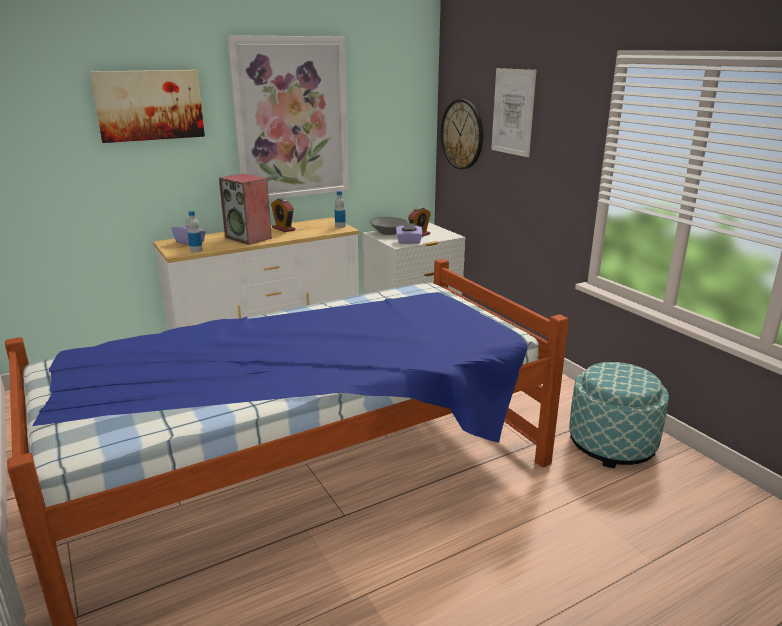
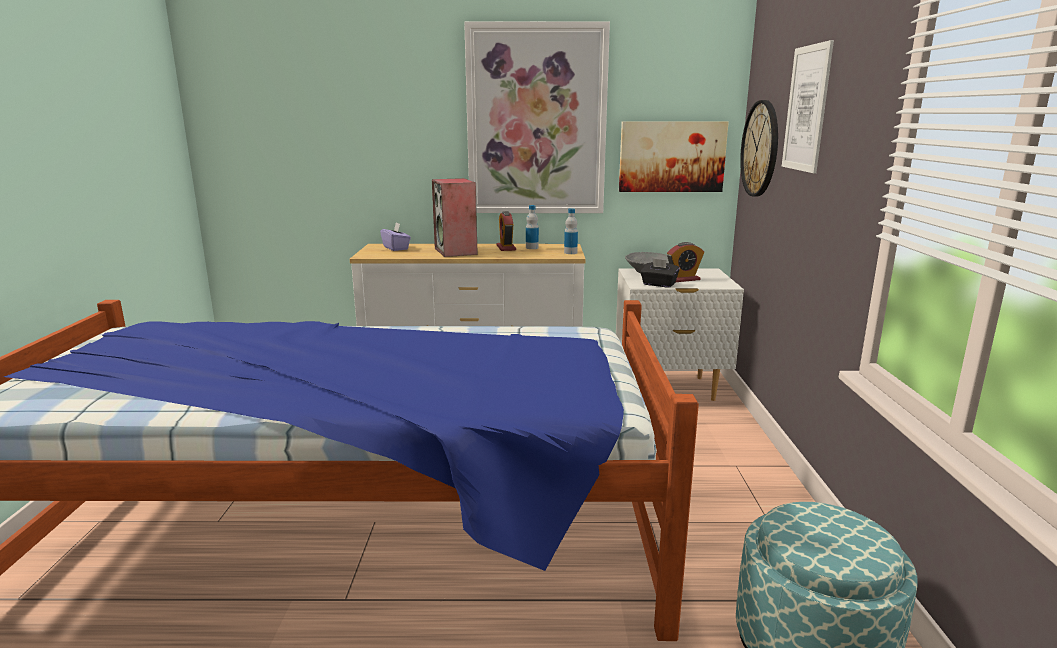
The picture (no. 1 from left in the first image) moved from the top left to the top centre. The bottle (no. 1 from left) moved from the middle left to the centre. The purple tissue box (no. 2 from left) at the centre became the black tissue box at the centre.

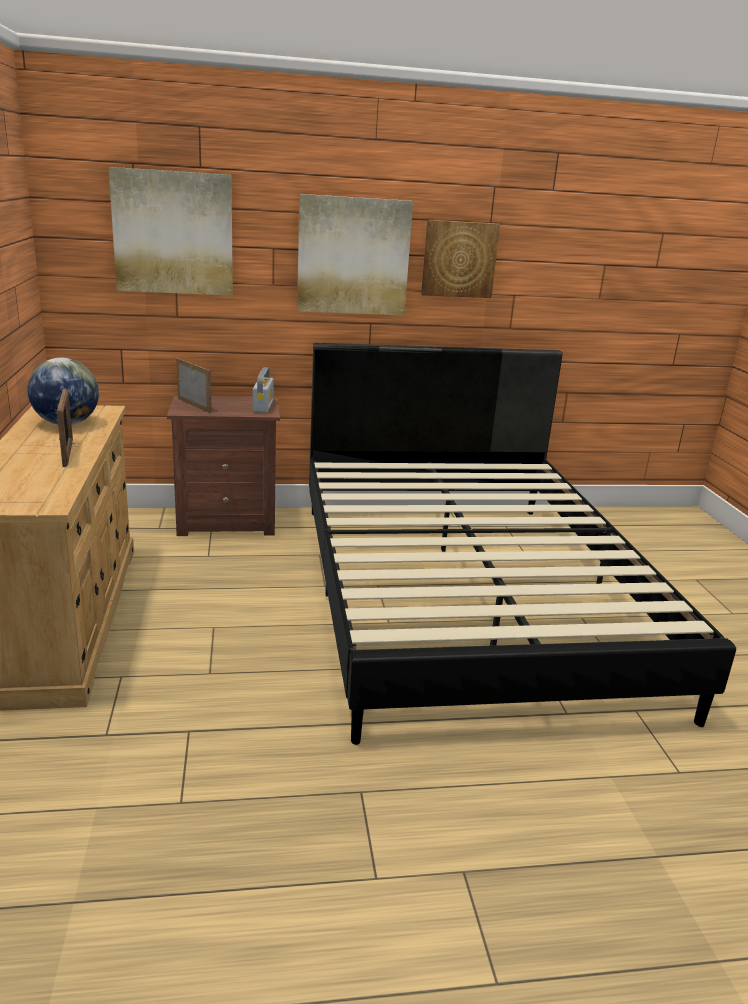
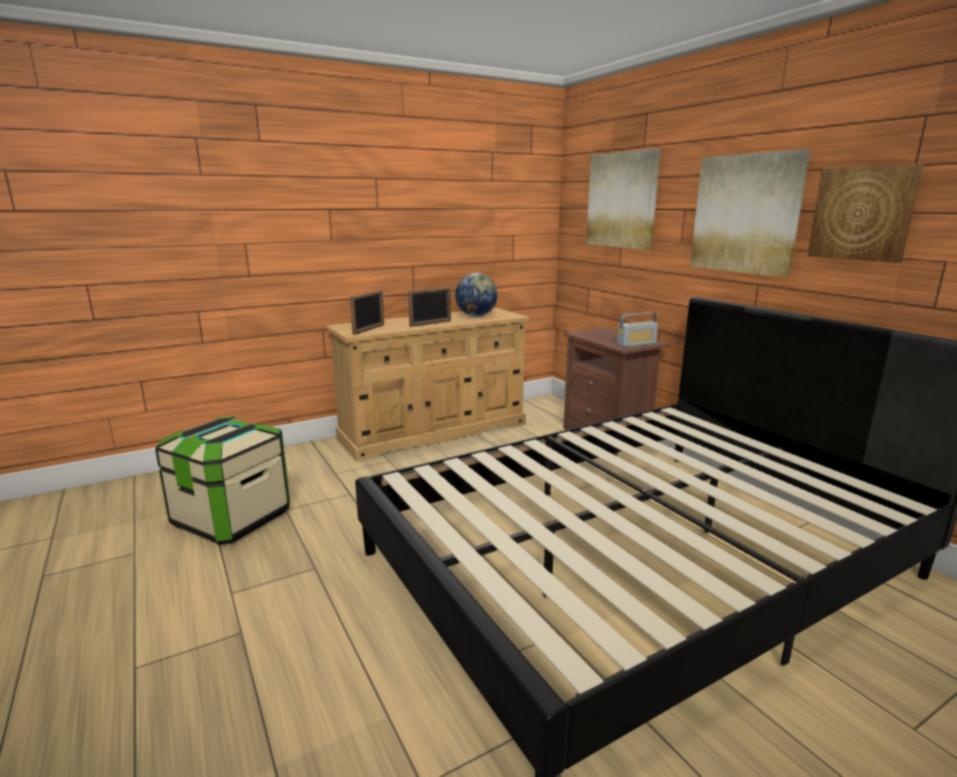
The storage box at the middle left appeared. The picture frame (no. 2 from left in the first image) moved from the middle left to the centre.

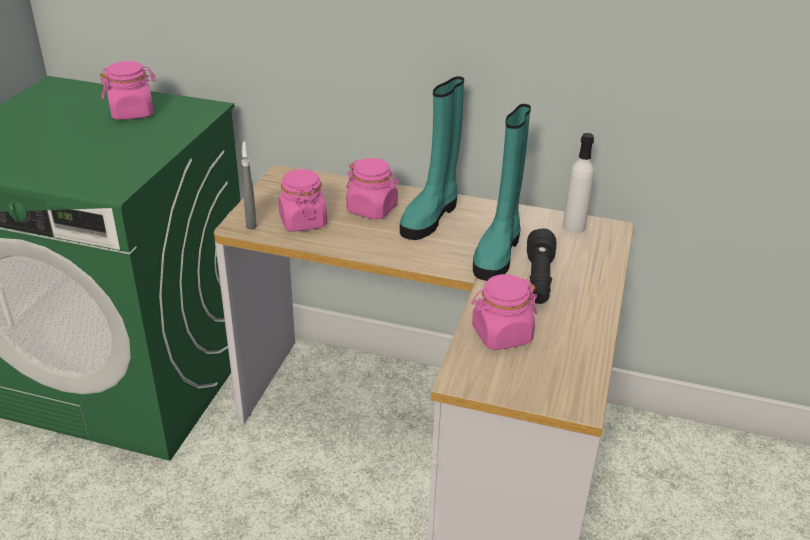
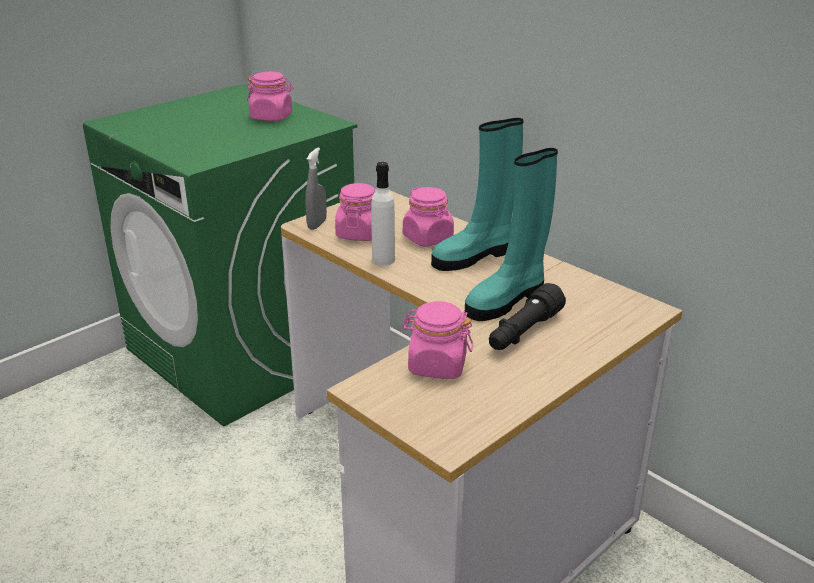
The white bottle moved from the middle right to the centre.

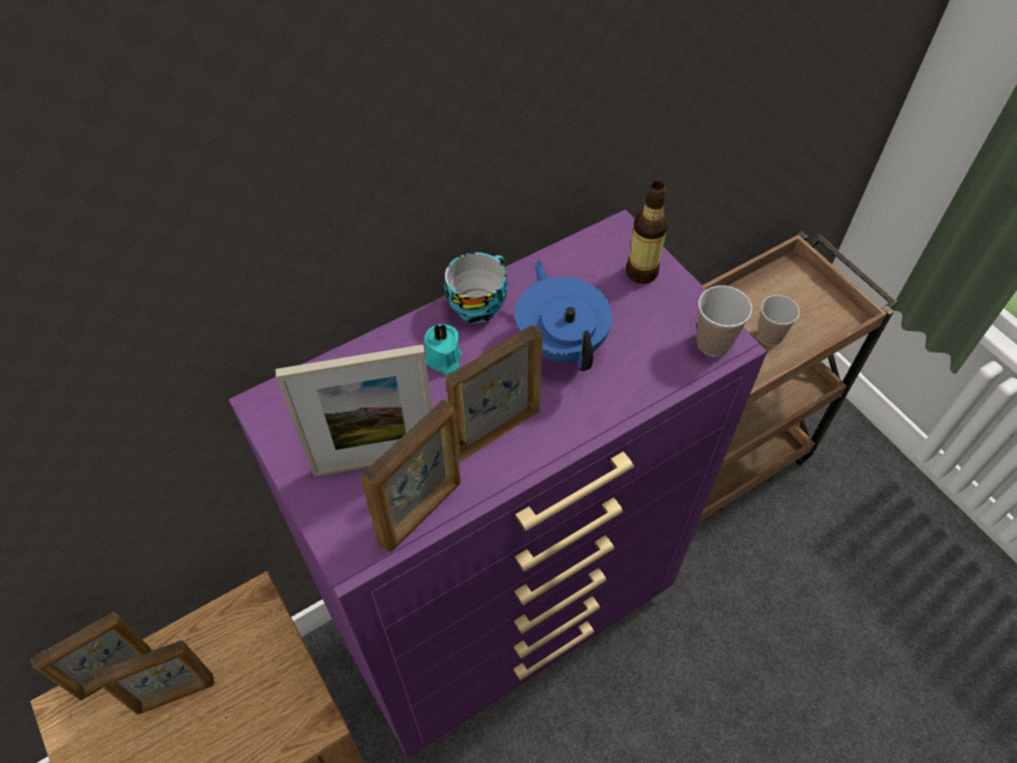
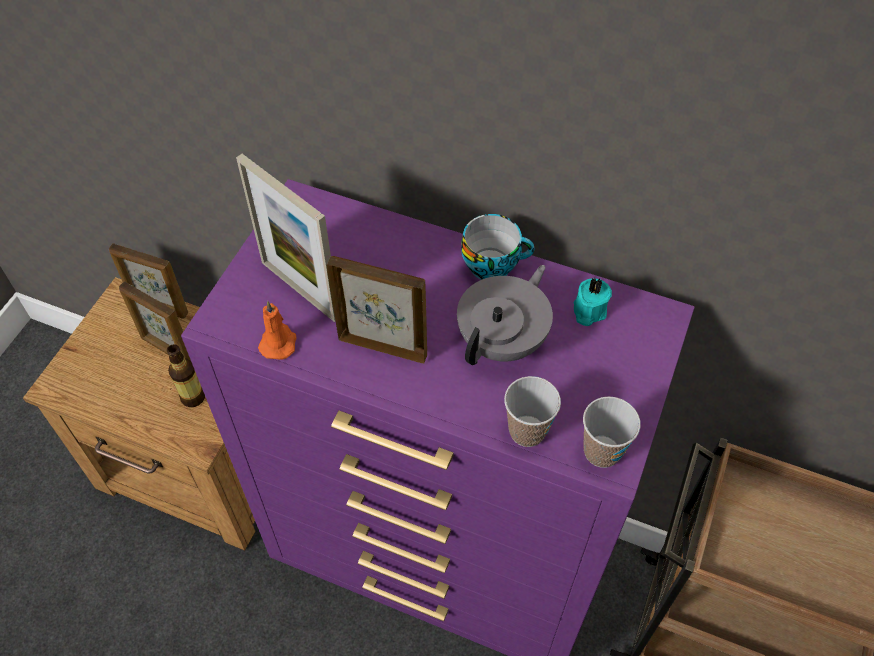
The turquoise candle moved from the centre to the middle right. The bottle moved from the top centre to the middle left. The cup (no. 3 from left in the first image) moved from the middle right to the centre. The picture frame (no. 4 from left) at the centre was replaced by the orange candle at the middle left. The blue teapot at the centre became the grey teapot at the centre.

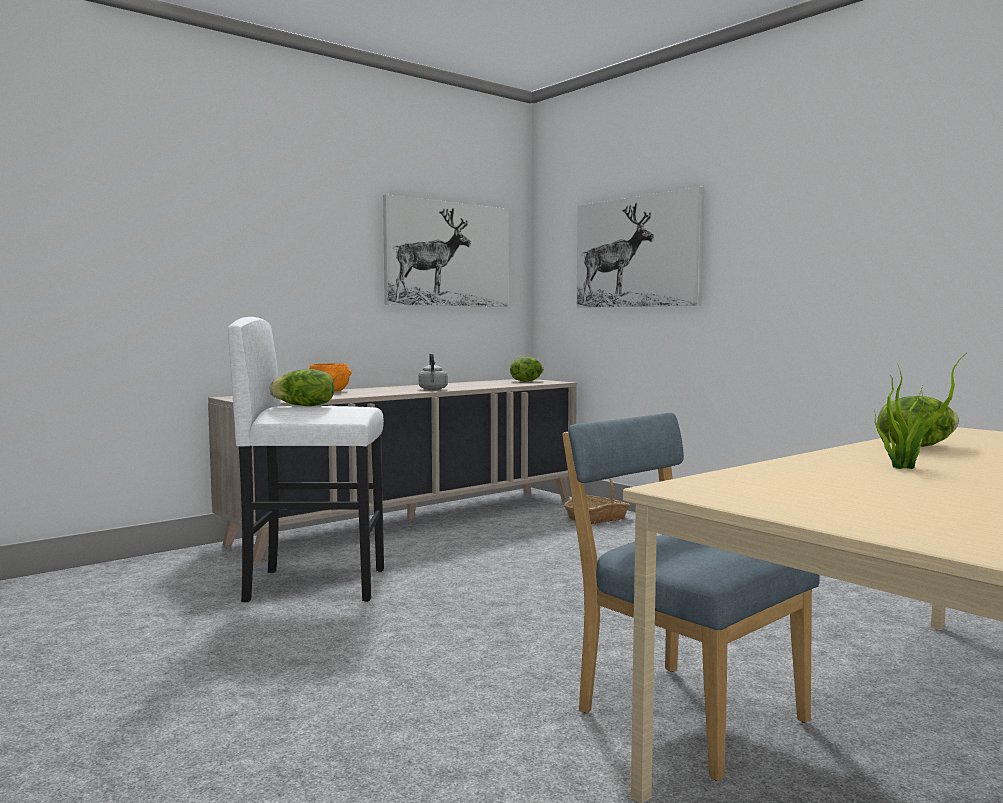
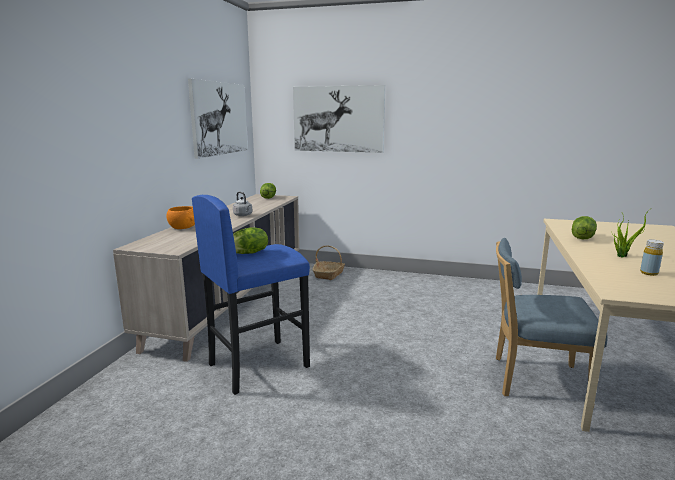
The yellow bottle at the middle right appeared. The white stool at the middle left became the blue stool at the centre.

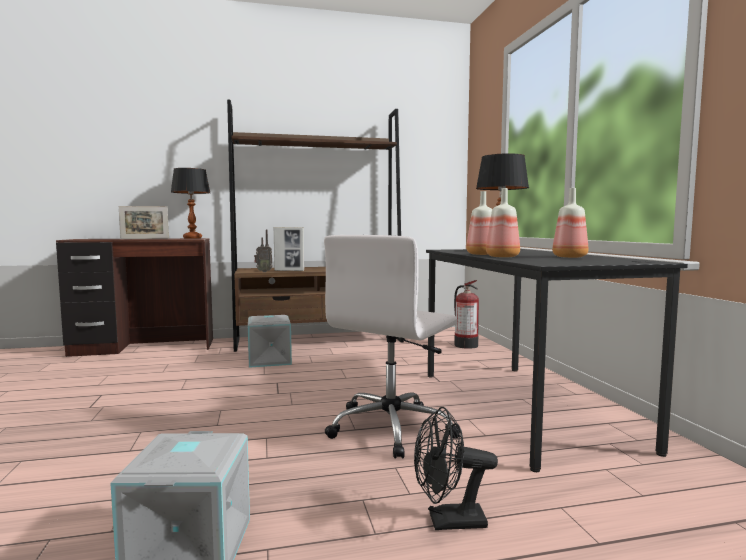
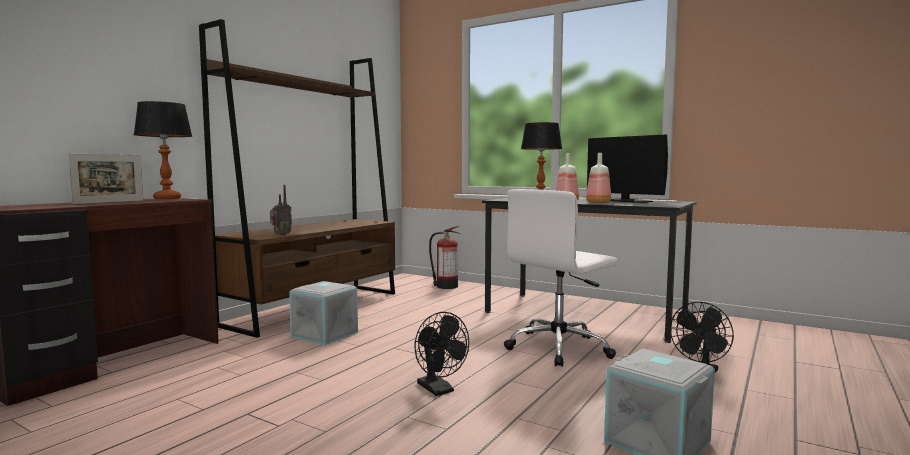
The picture frame (no. 2 from left) at the centre disappeared. The black fan (no. 1 from left) at the bottom centre appeared. The bottle (no. 3 from left) at the middle right was replaced by the monitor at the middle right. The white office chair at the centre turned 60 degrees clockwise.

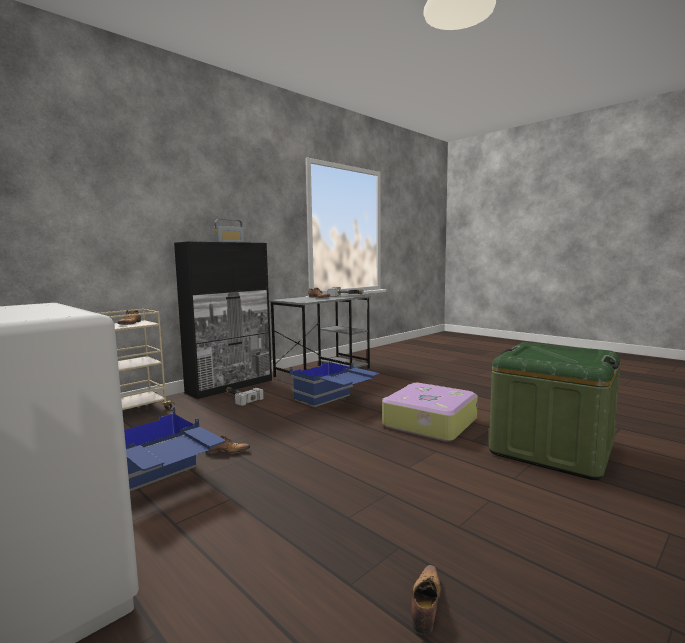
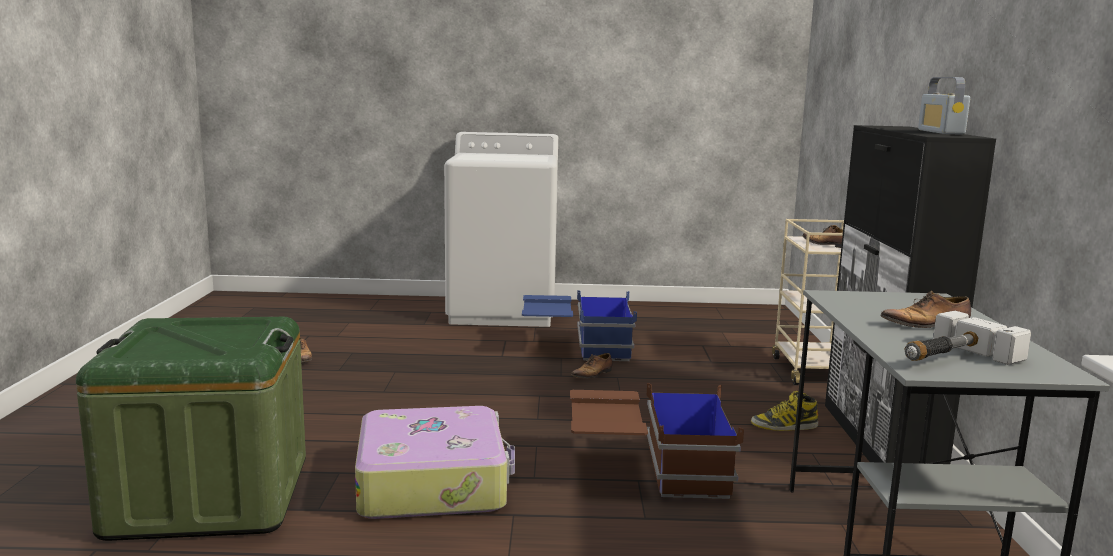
The hammer (no. 1 from left) at the centre was replaced by the boot at the bottom right. The blue storage box (no. 2 from left) at the centre became the brown storage box at the bottom centre.

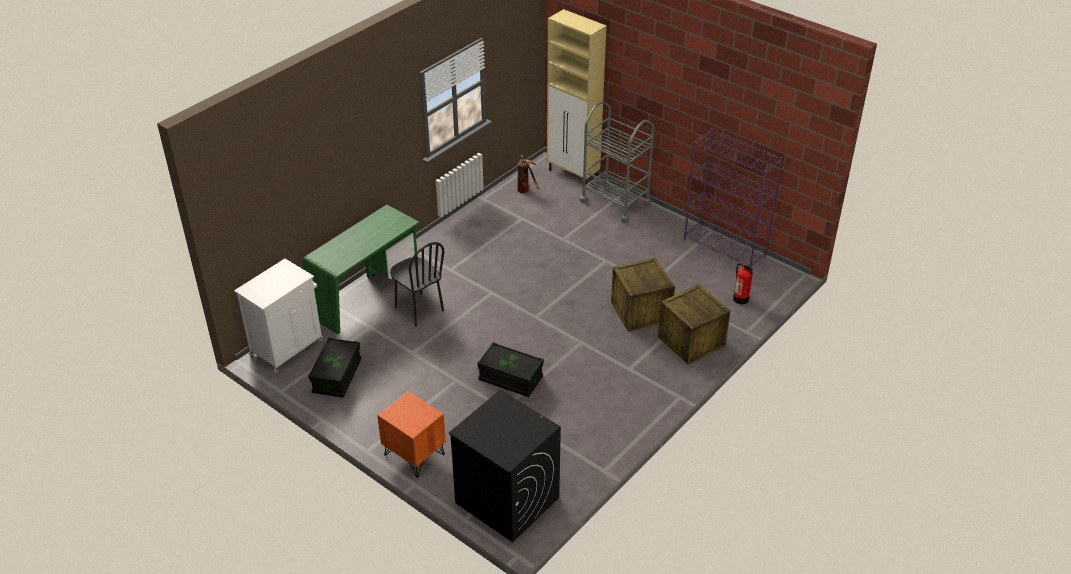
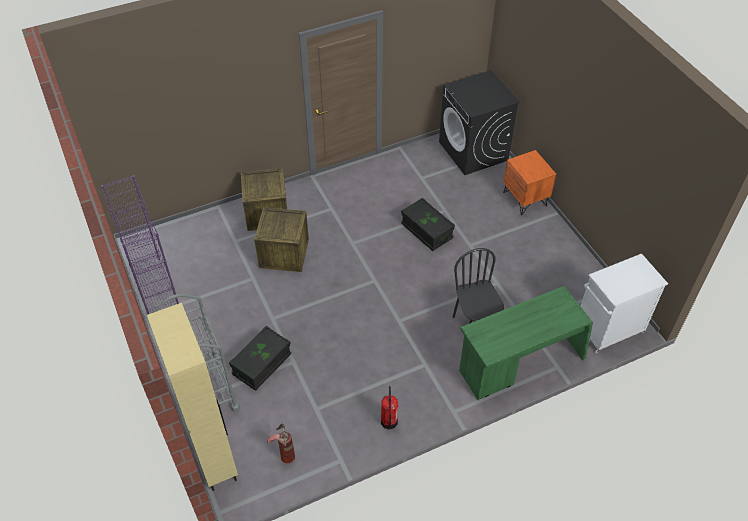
The black storage box (no. 1 from left) moved from the middle left to the bottom centre. The fire extinguisher (no. 2 from left) moved from the middle right to the bottom centre.

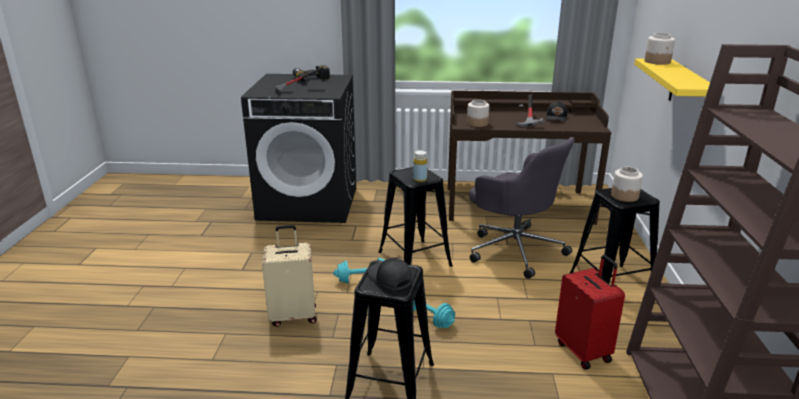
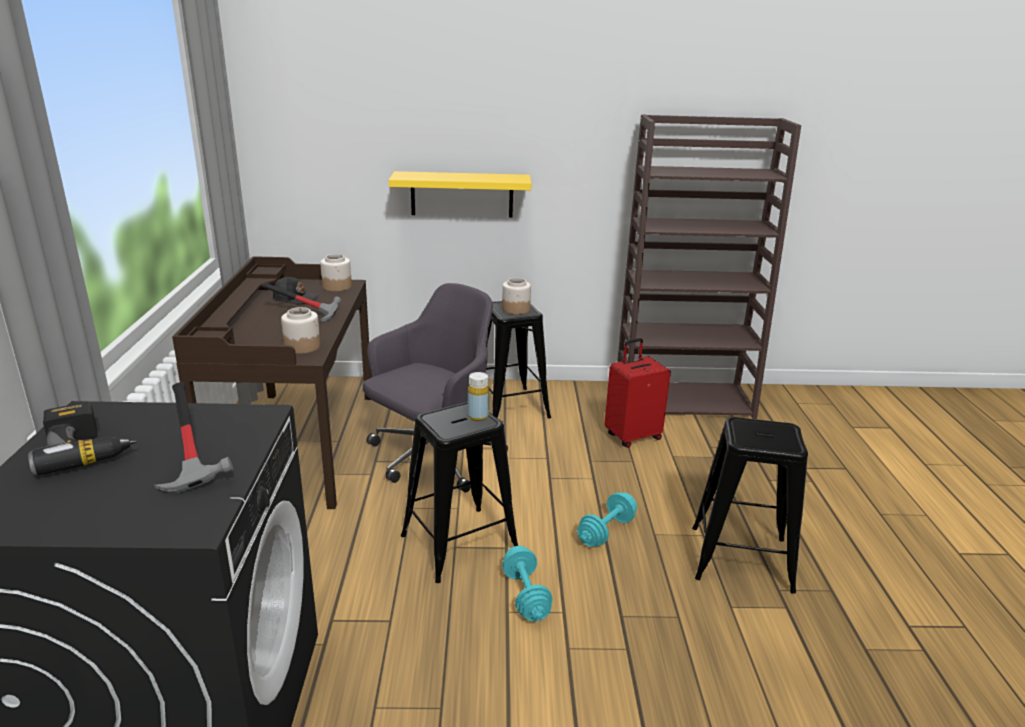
The beige suitcase at the bottom centre disappeared. The black cap (no. 1 from left) at the bottom centre disappeared. The jar (no. 3 from left in the first image) moved from the top right to the middle left.

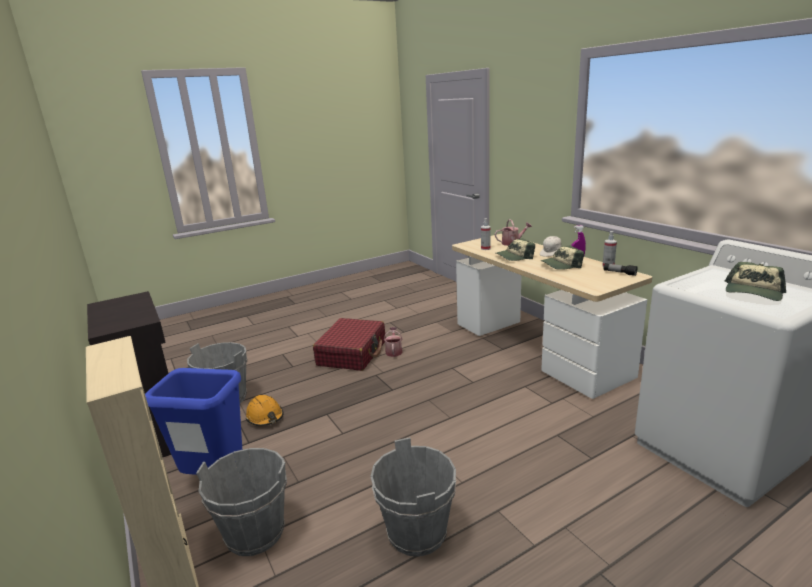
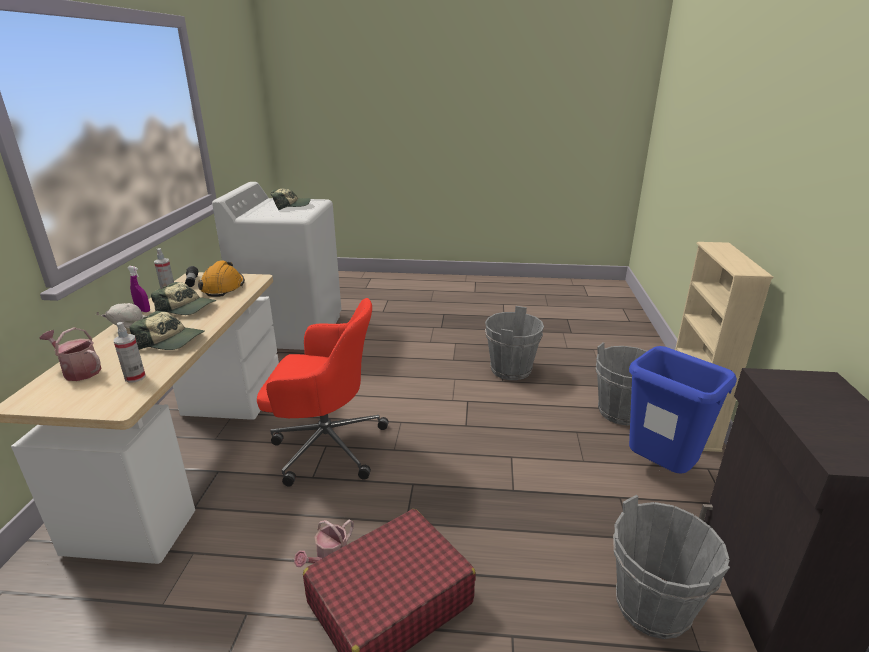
The red office chair at the centre appeared. The orange hard hat moved from the bottom left to the middle left.

